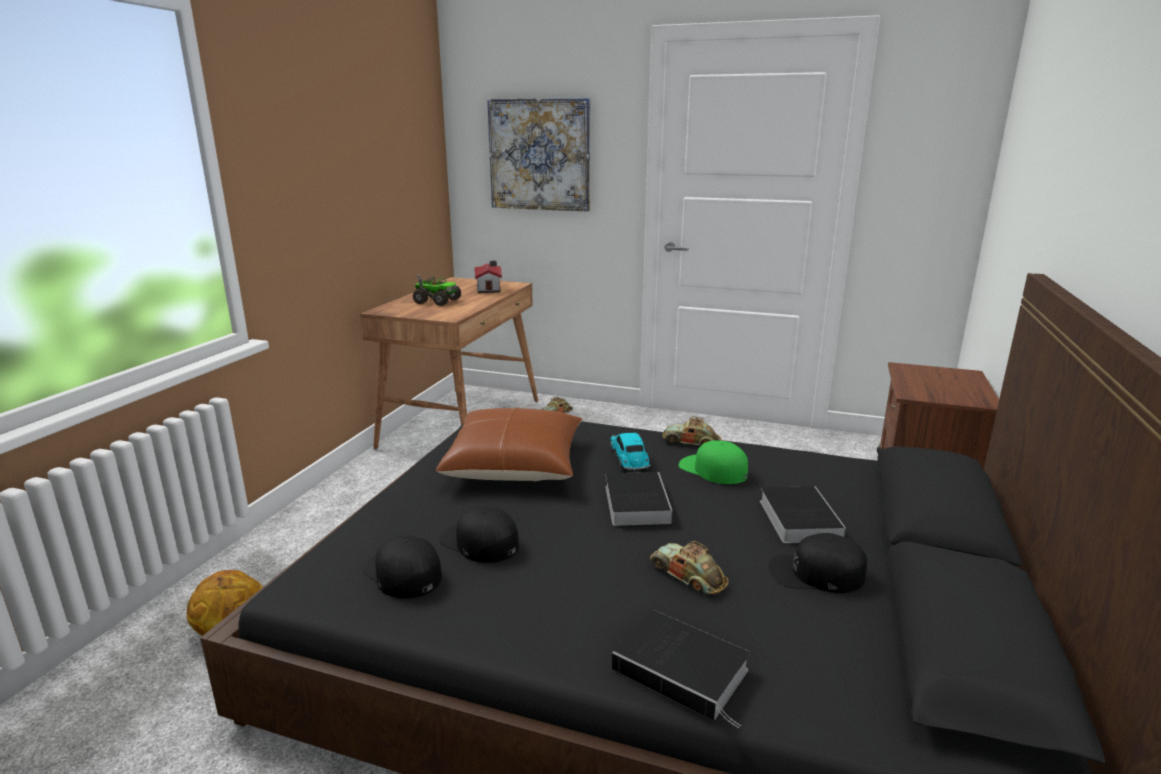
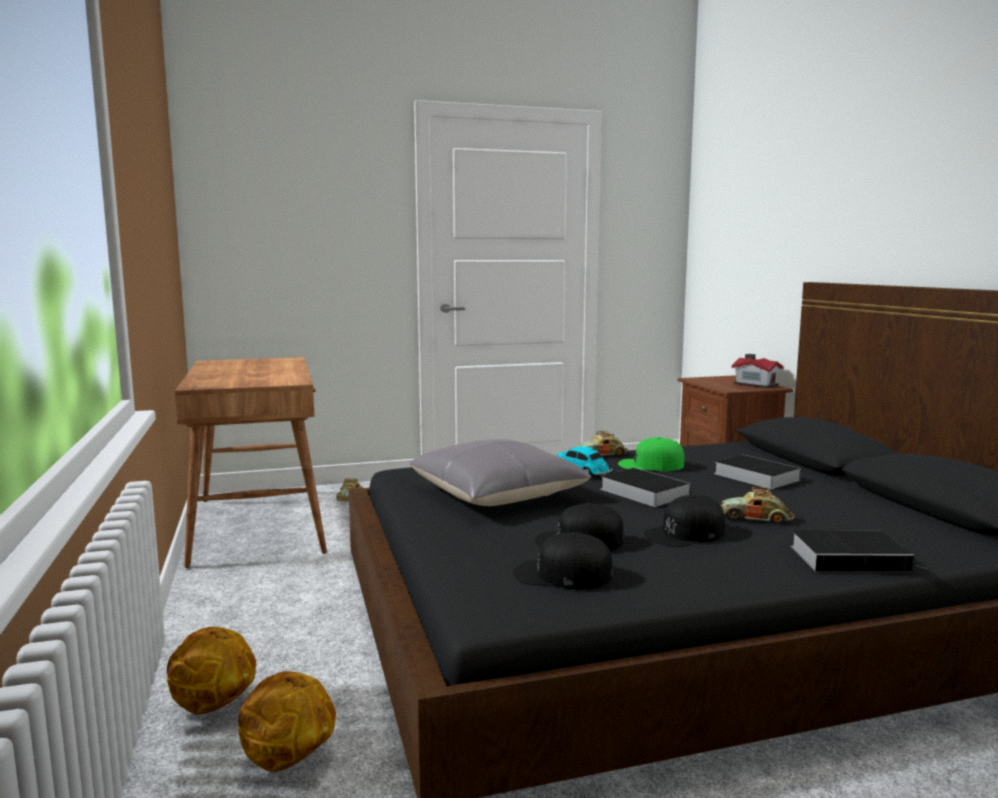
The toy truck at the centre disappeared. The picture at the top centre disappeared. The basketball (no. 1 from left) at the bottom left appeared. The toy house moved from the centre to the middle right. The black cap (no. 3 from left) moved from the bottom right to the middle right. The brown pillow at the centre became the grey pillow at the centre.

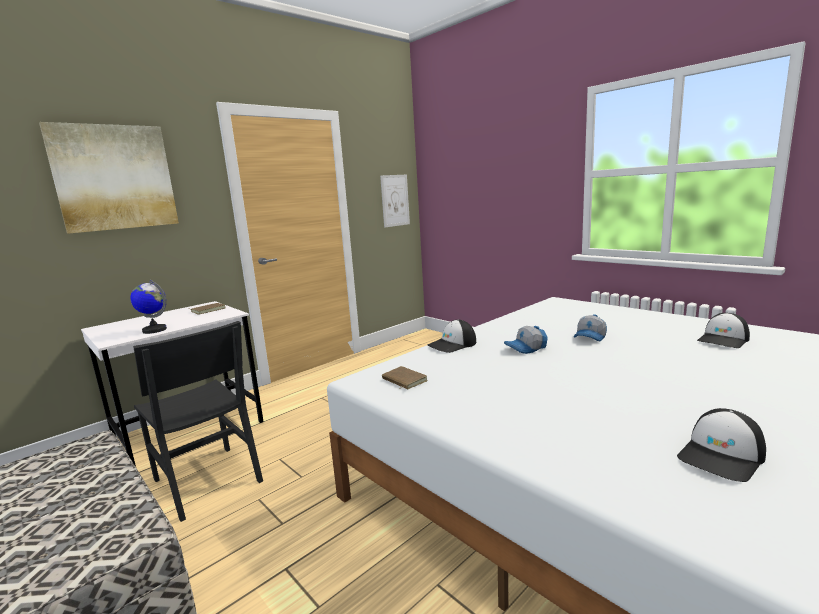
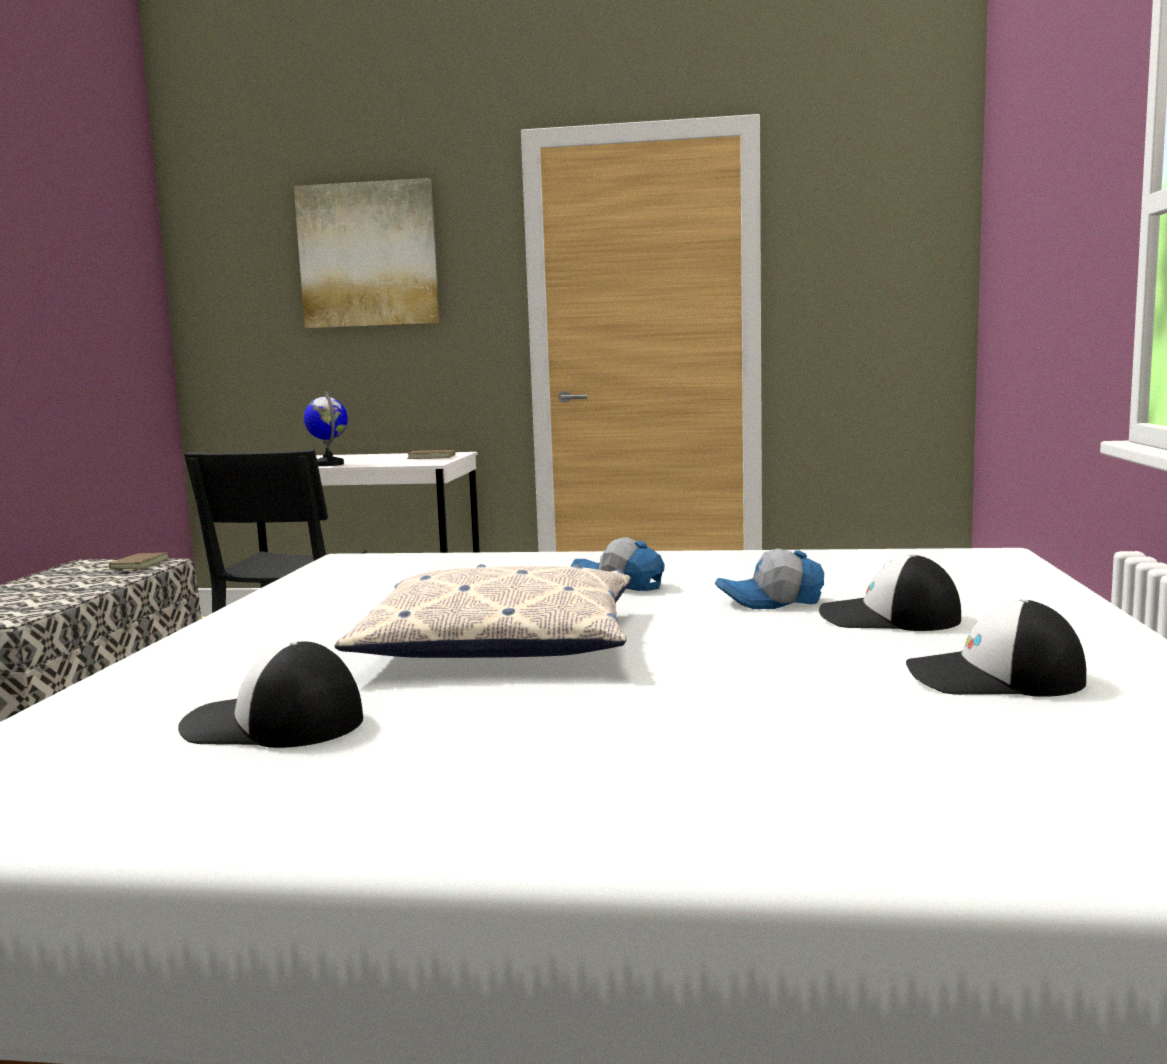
The picture (no. 2 from left) at the top centre disappeared. The pillow at the centre appeared. The brown book (no. 2 from left in the first image) moved from the centre to the middle left. The cap (no. 1 from left in the first image) moved from the centre to the middle right.

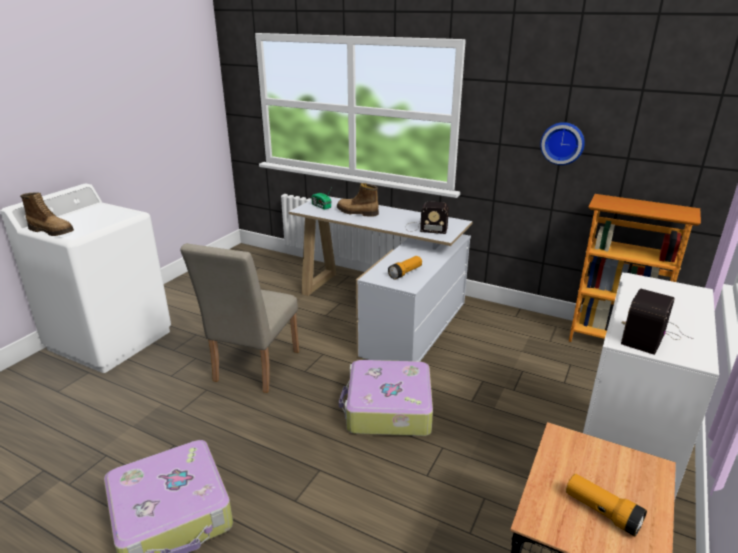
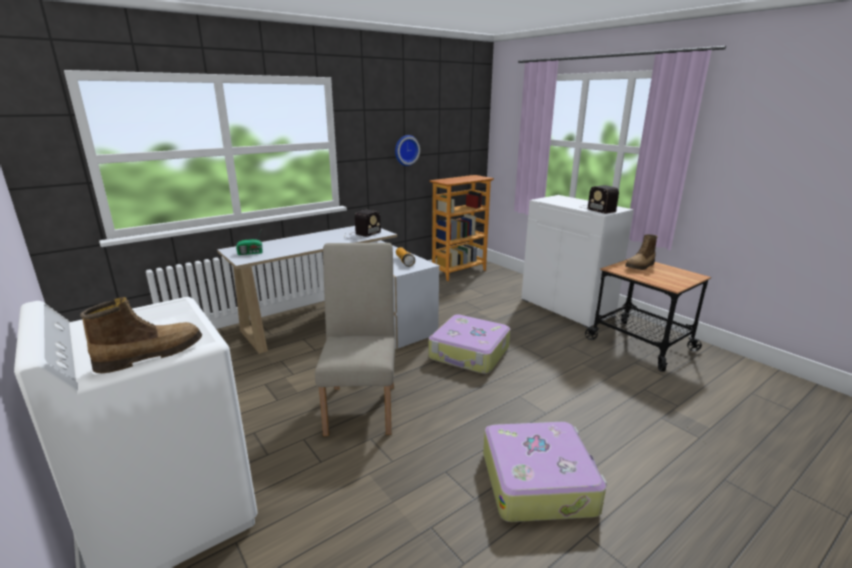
The flashlight (no. 2 from left) at the bottom right disappeared. The boot (no. 2 from left) moved from the centre to the middle right. The beige chair at the middle left turned 135 degrees counterclockwise.

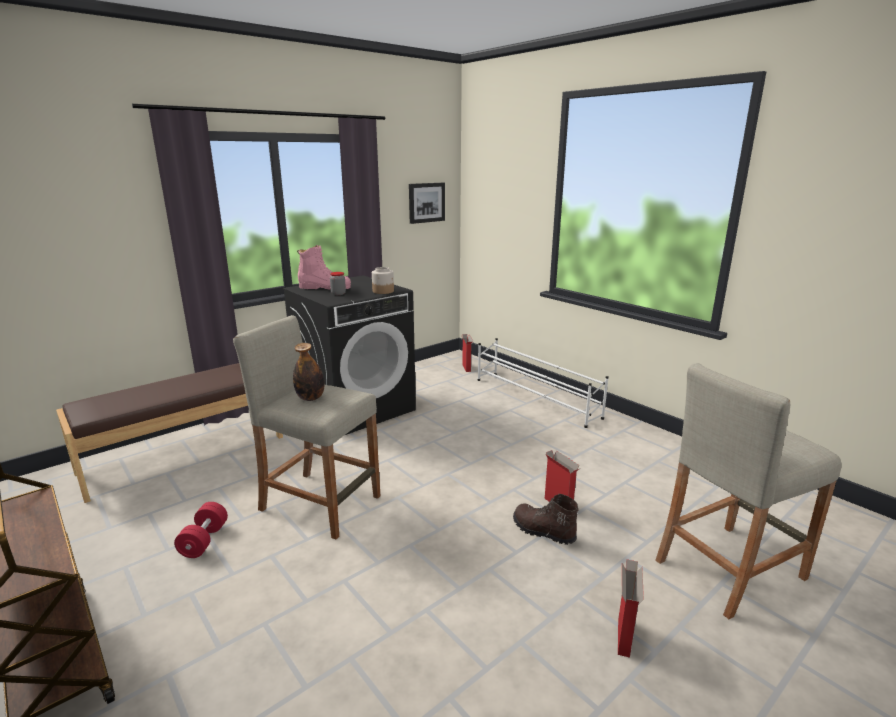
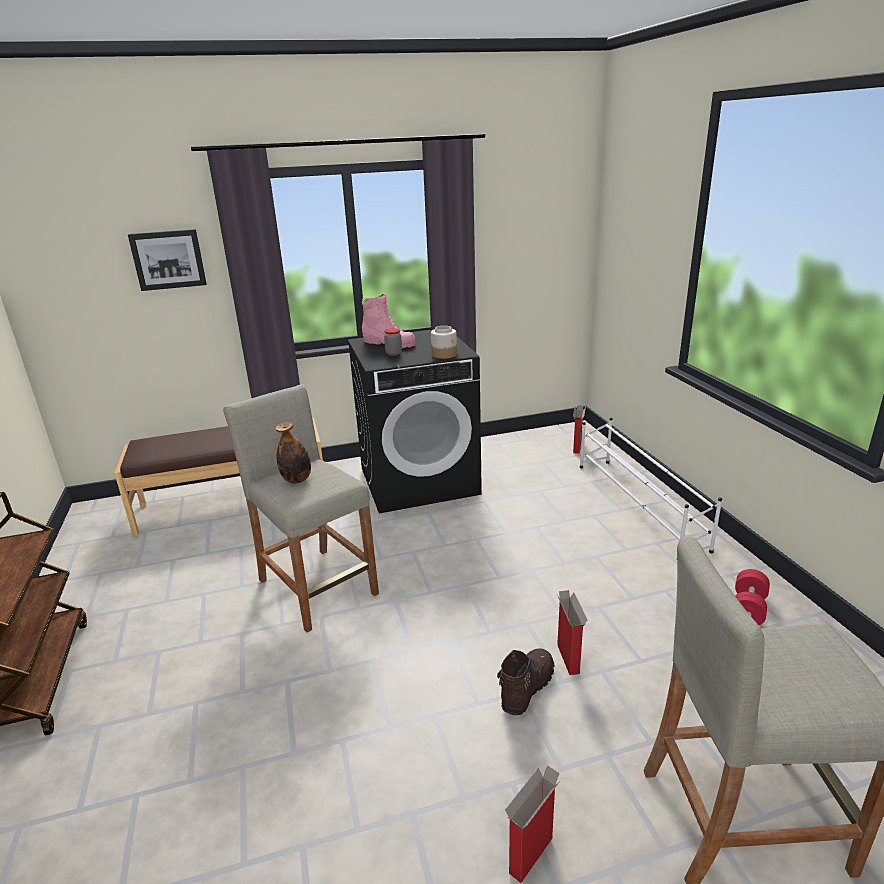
The red dumbbell moved from the bottom left to the bottom right. The picture moved from the top centre to the top left. The brown boot at the bottom centre turned 60 degrees clockwise.

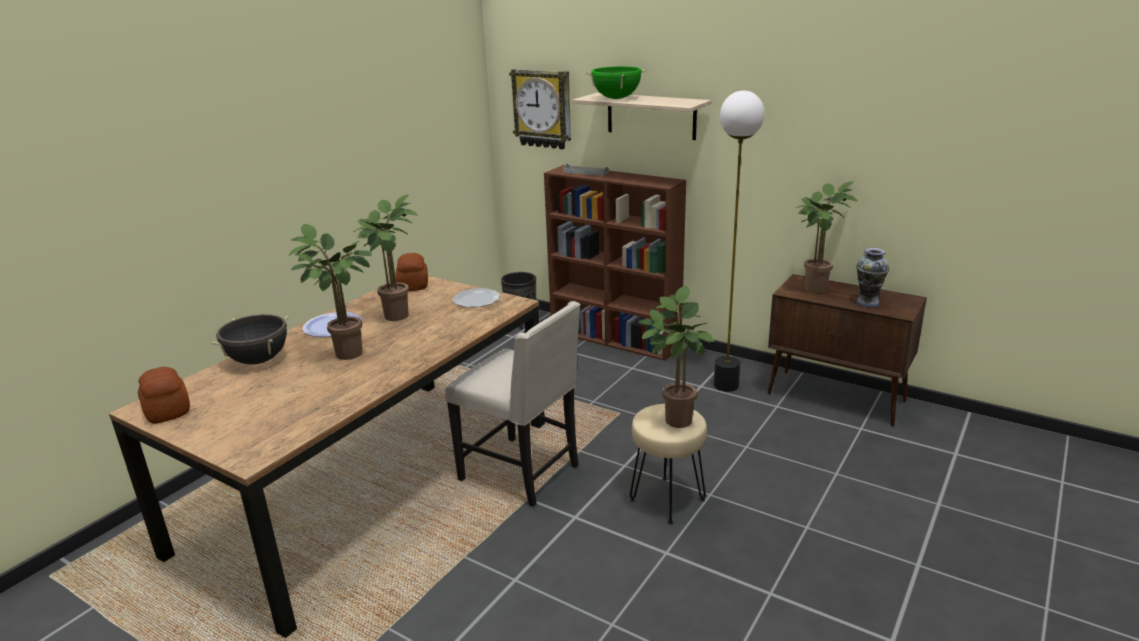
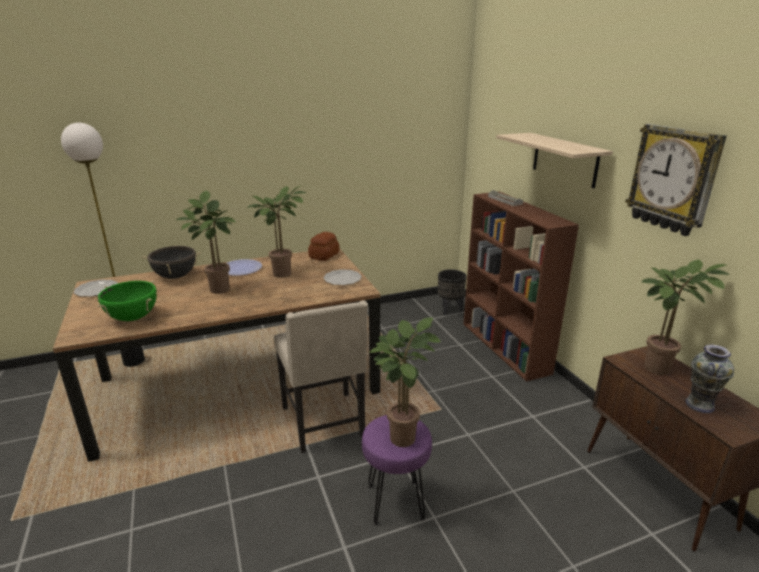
The wall clock moved from the top centre to the top right. The green cooking pot moved from the top centre to the middle left. The floor lamp moved from the centre to the middle left. The bread (no. 1 from left) at the middle left was replaced by the plate (no. 1 from left) at the middle left. The beige stool at the bottom centre became the purple stool at the bottom centre.

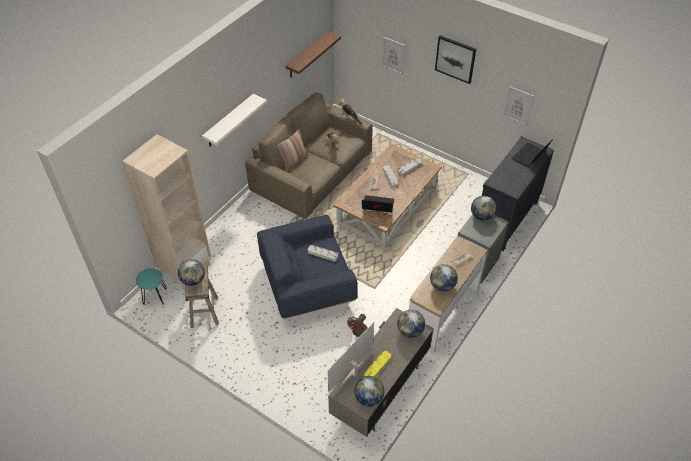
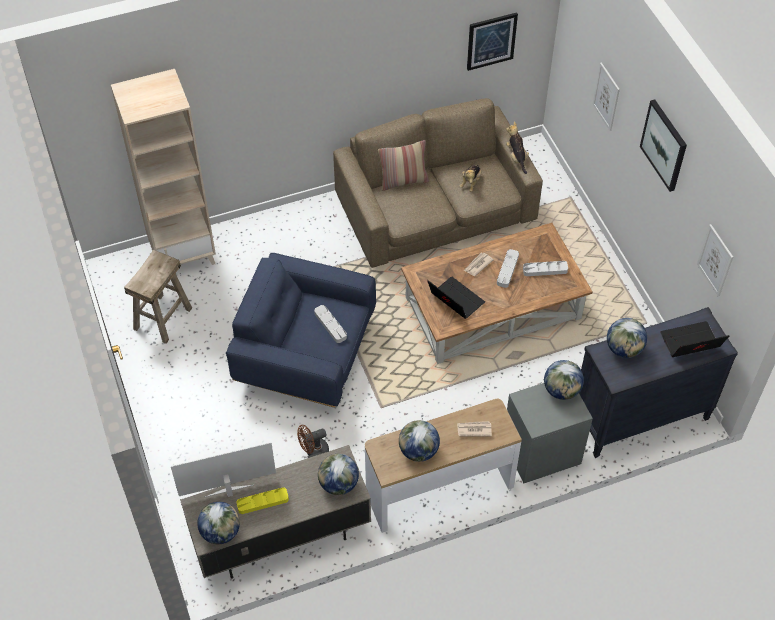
The turquoise stool at the middle left disappeared. The white shelf at the top centre disappeared. The globe (no. 1 from left in the first image) moved from the middle left to the middle right. The brown shelf at the top centre was replaced by the picture (no. 1 from left) at the top centre.

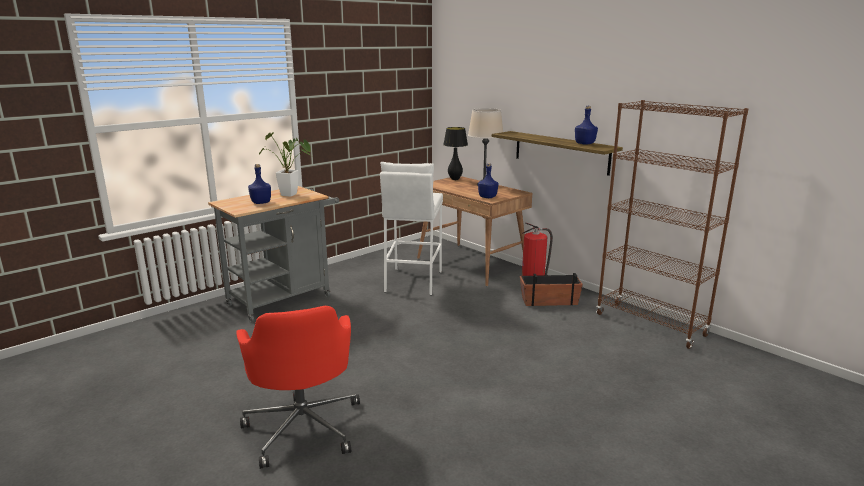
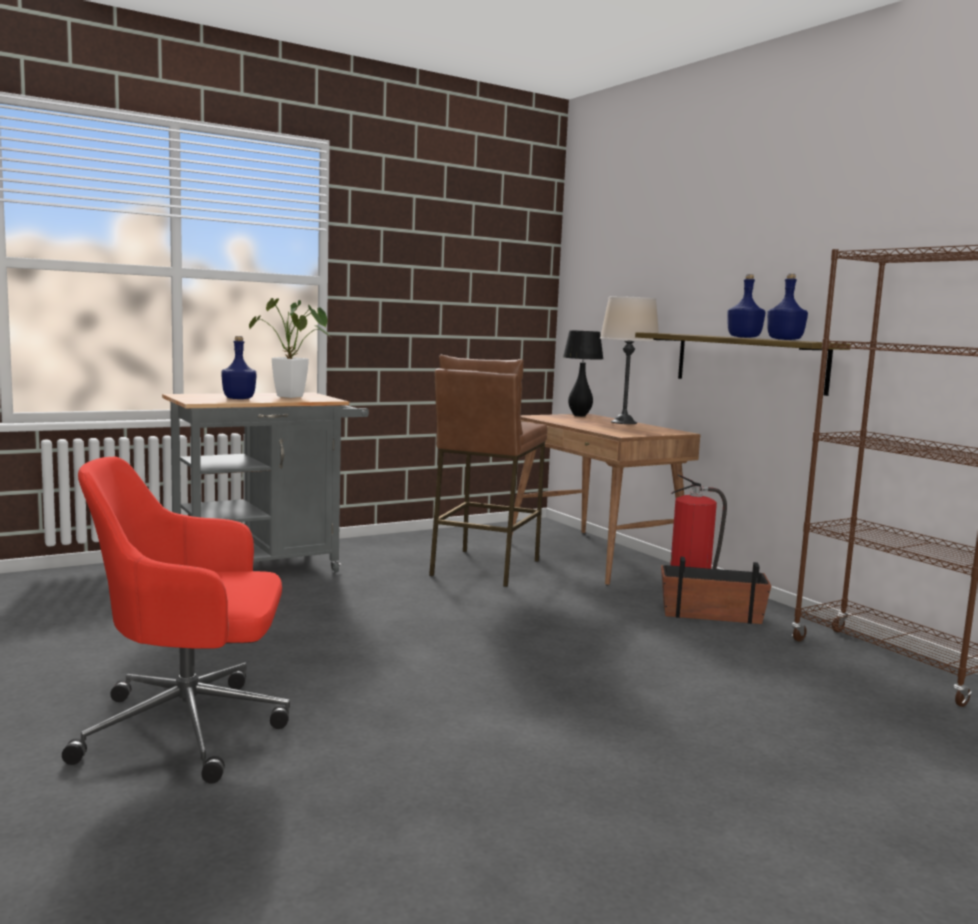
The blue bottle (no. 2 from left) moved from the centre to the top right. The white stool at the centre became the brown stool at the centre. The red office chair at the bottom centre turned 90 degrees clockwise.

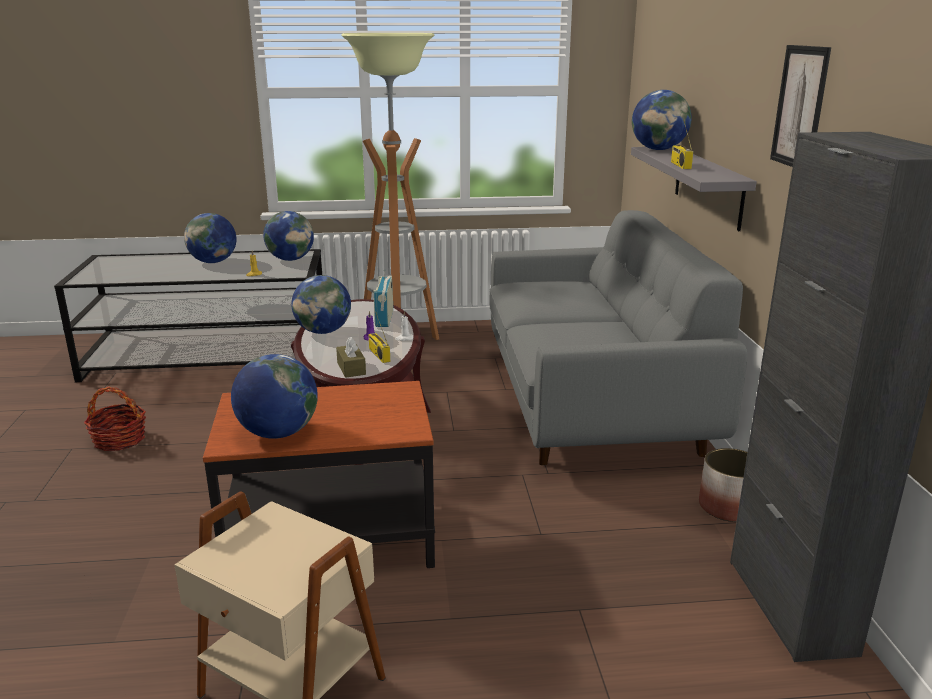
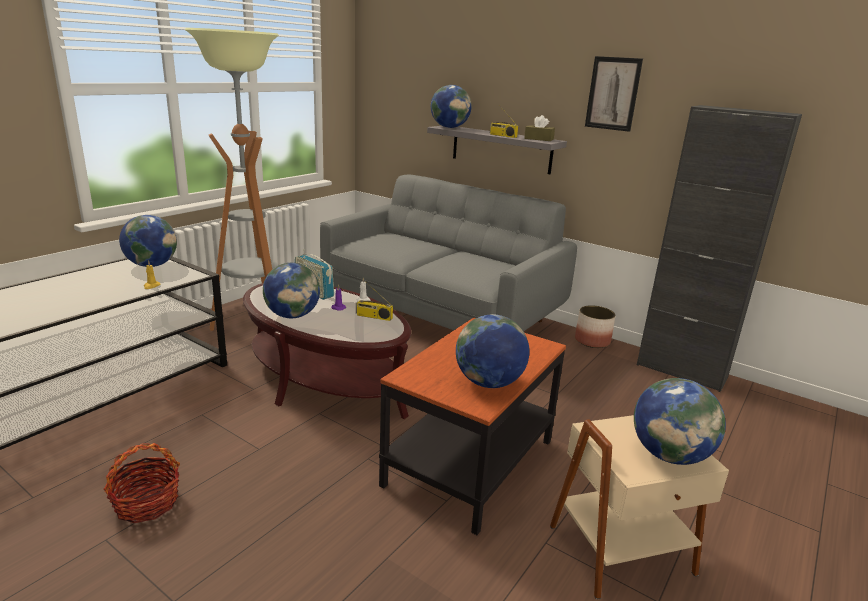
The globe (no. 1 from left in the first image) moved from the middle left to the bottom right. The brown tissue box moved from the centre to the top centre.

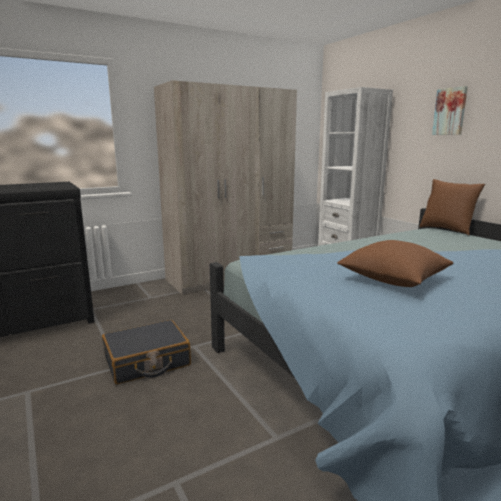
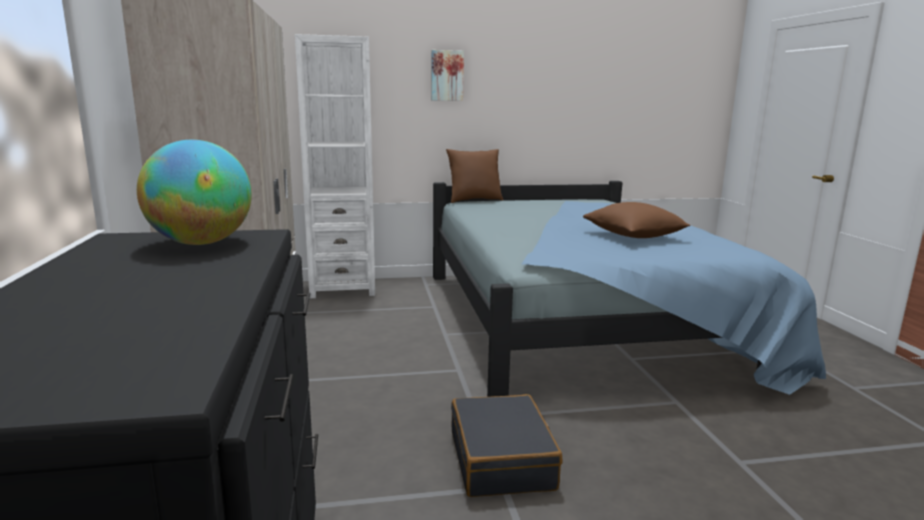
The globe at the middle left appeared.

